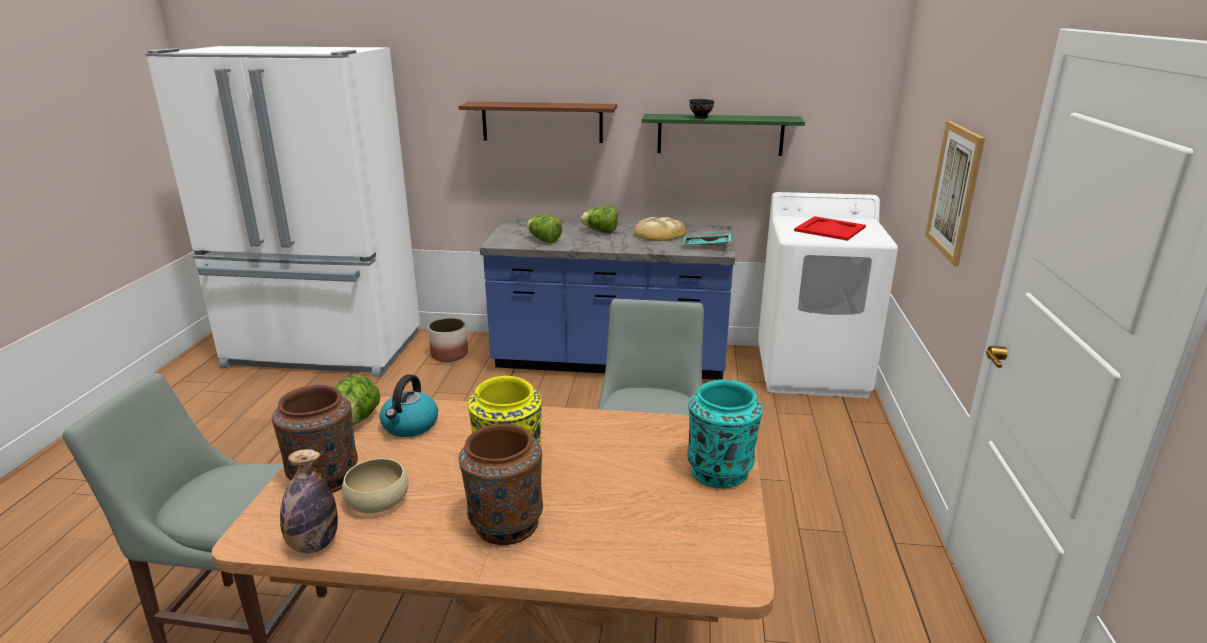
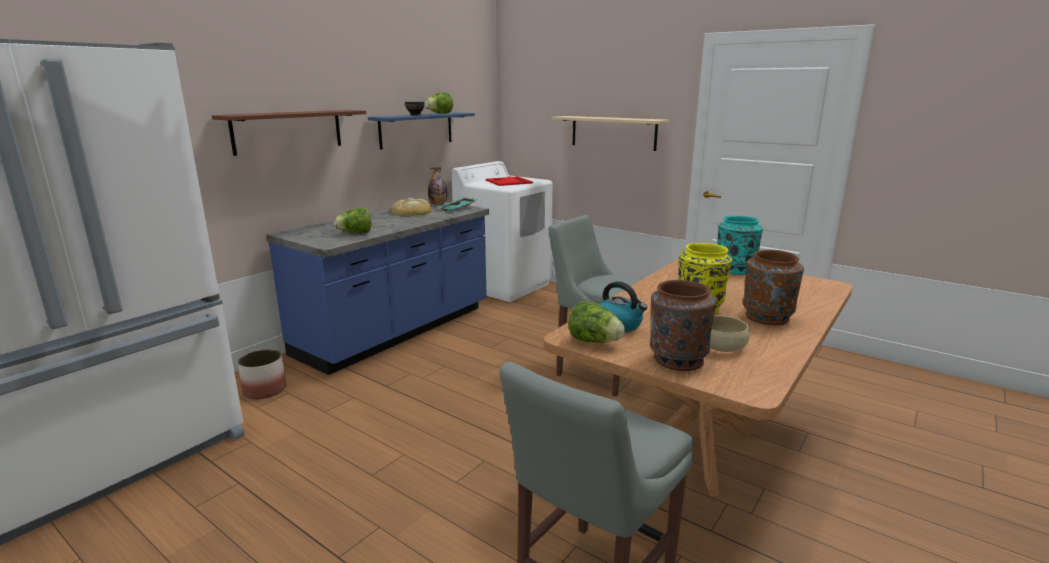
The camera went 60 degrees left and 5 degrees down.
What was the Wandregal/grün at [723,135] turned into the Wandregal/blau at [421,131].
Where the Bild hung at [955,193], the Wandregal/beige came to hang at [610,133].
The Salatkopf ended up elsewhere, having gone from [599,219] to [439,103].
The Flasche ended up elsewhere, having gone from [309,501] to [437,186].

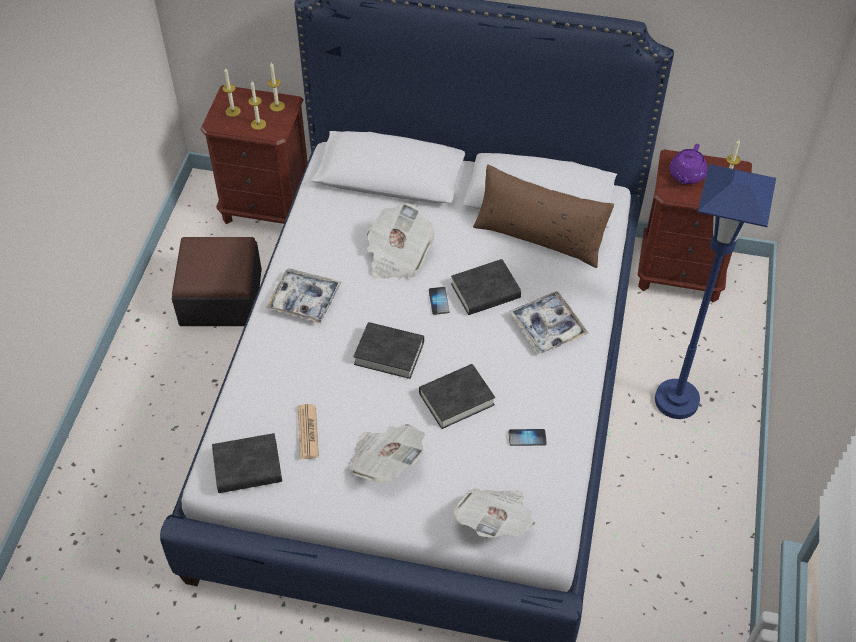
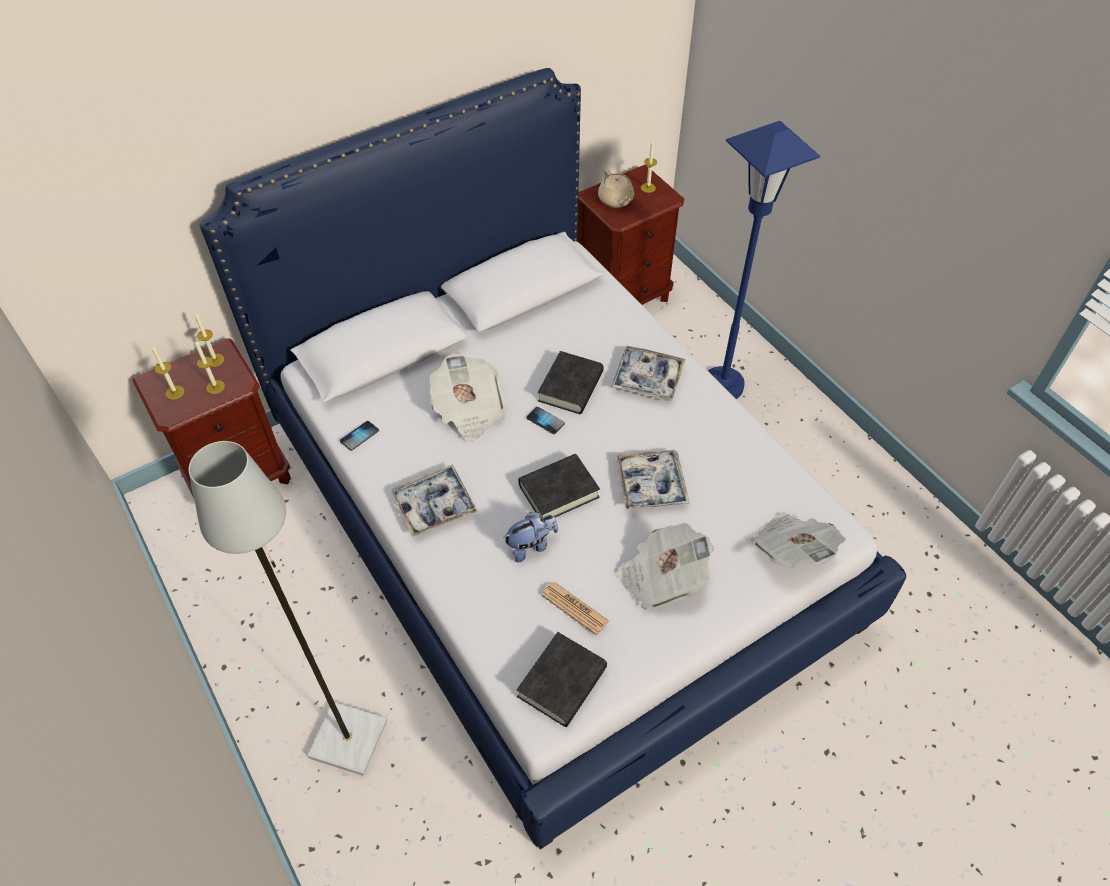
The camera went 45 degrees left and 0 degrees up.
What was the Teekanne/lila at [688,164] turned into the Teekanne/beige at [616,188].
The second view lost the Kissen/braun at [543,216].
The second view lost the Polsterhocker at [217,281].
Where the Buch/schwarz stood at [457,396], the Tablett came to stand at [653,479].
The Handy ended up elsewhere, having gone from [527,437] to [359,436].
The second view gained the Stehlampe/grau at [288,608].
The second view gained the Plüschtier at [530,537].

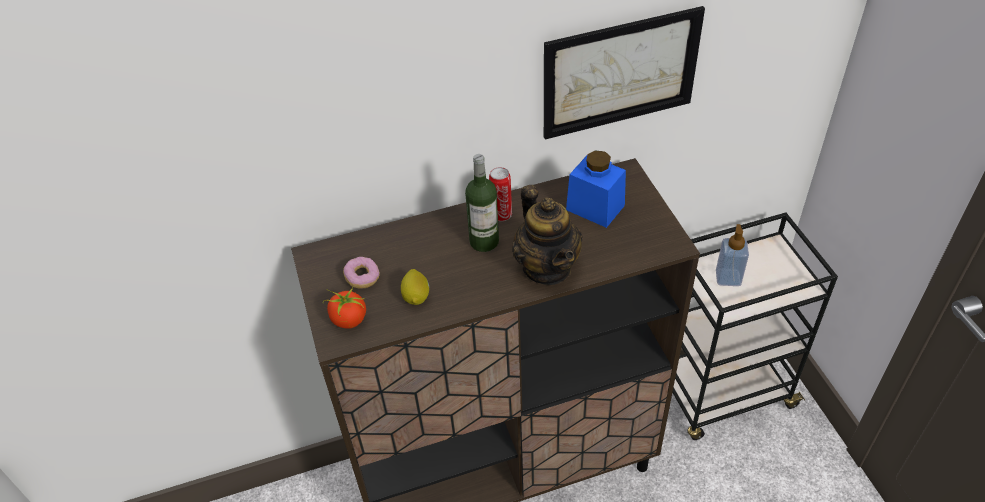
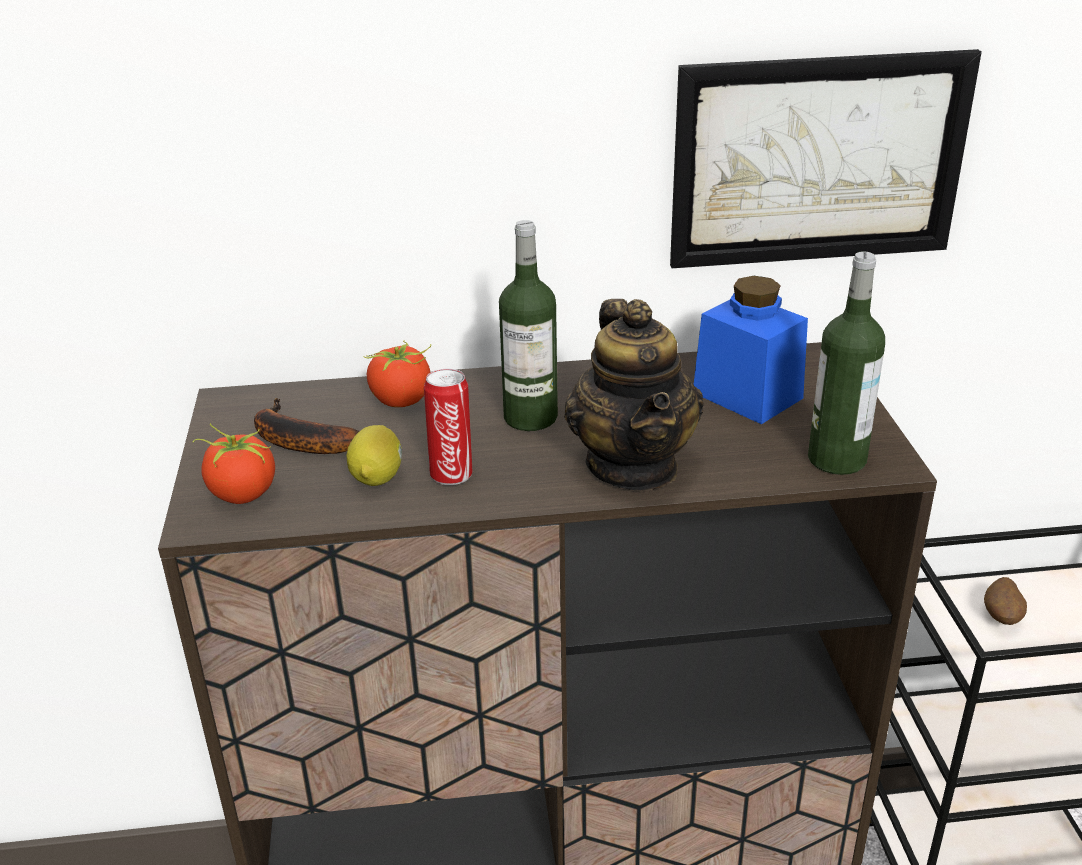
The camera went 10 degrees right and 15 degrees down.
The Dose ended up elsewhere, having gone from [500,194] to [448,427].
Where the Seifenspender stood at [732,255], the Kartoffel came to stand at [1005,601].
Where the Donut stood at [361,273], the Banane came to stand at [306,426].
The second view gained the Flasche at [846,363].
The second view gained the Tomate at [397,373].

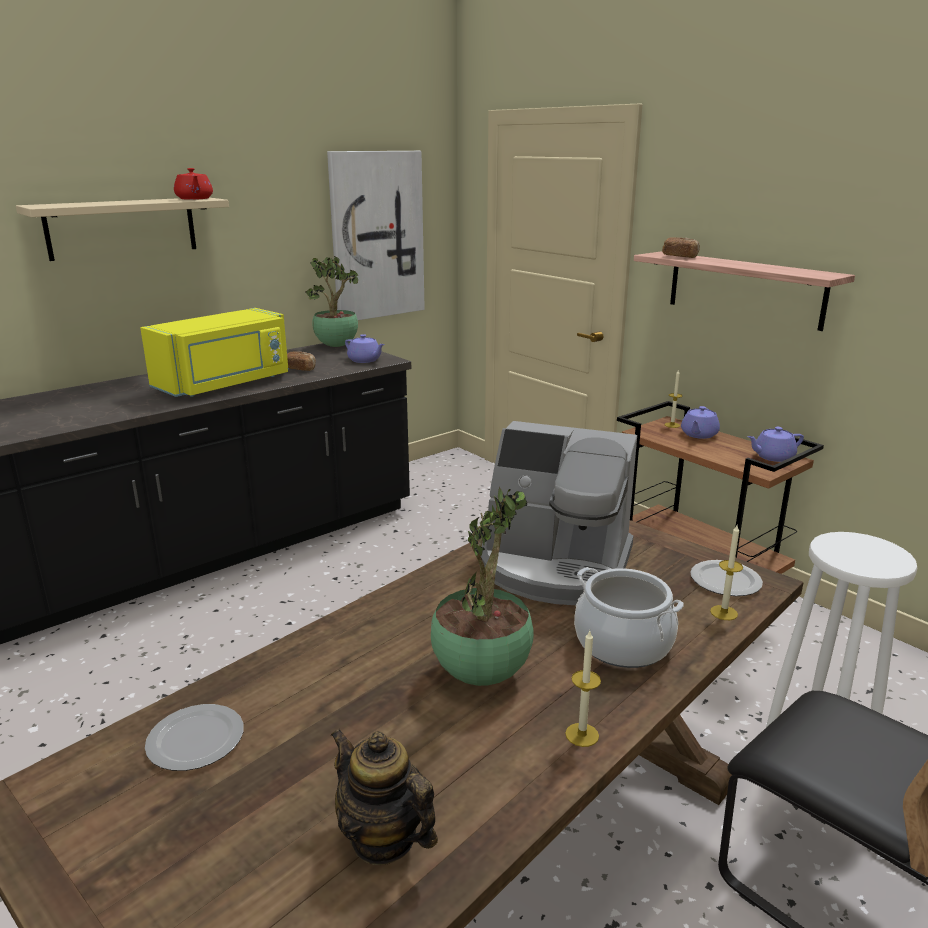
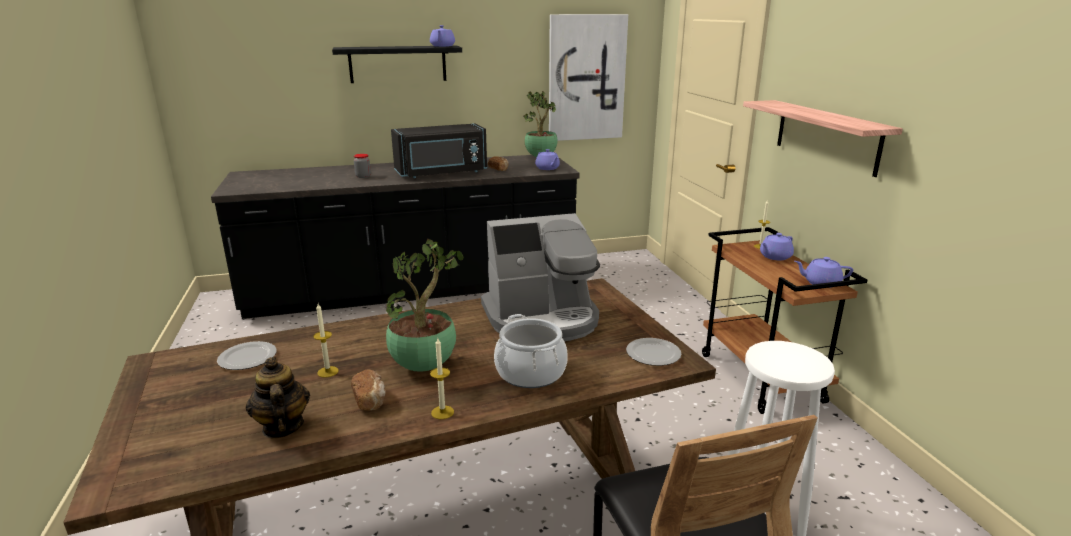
The camera went 25 degrees right and 0 degrees up.
What was the Teekanne/rot at [193,184] turned into the Teekanne/lila at [442,36].
What was the Wandregal/beige at [122,229] turned into the Wandregal/schwarz at [397,64].
The Brot ended up elsewhere, having gone from [681,248] to [368,389].
What was the Mikrowelle/gelb at [214,352] turned into the Mikrowelle/schwarz at [439,150].
The Kaffeemaschine at [557,513] ended up facing another way, 60 degrees counterclockwise from before.
The Kerze ended up elsewhere, having gone from [726,572] to [326,341].
The second view gained the Vorratsglas at [362,166].

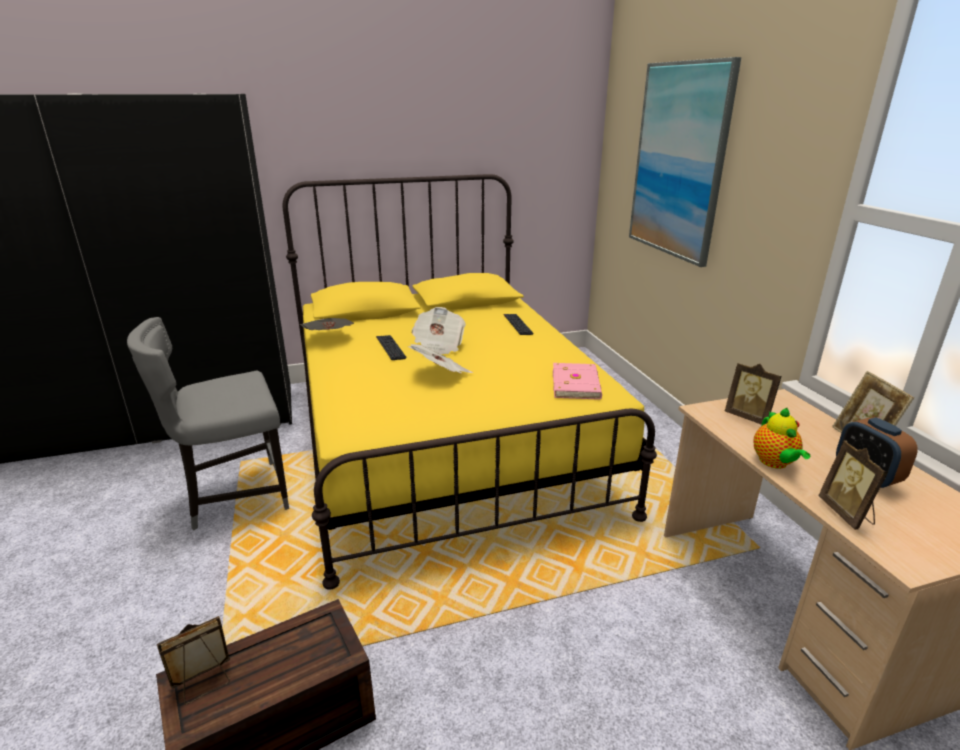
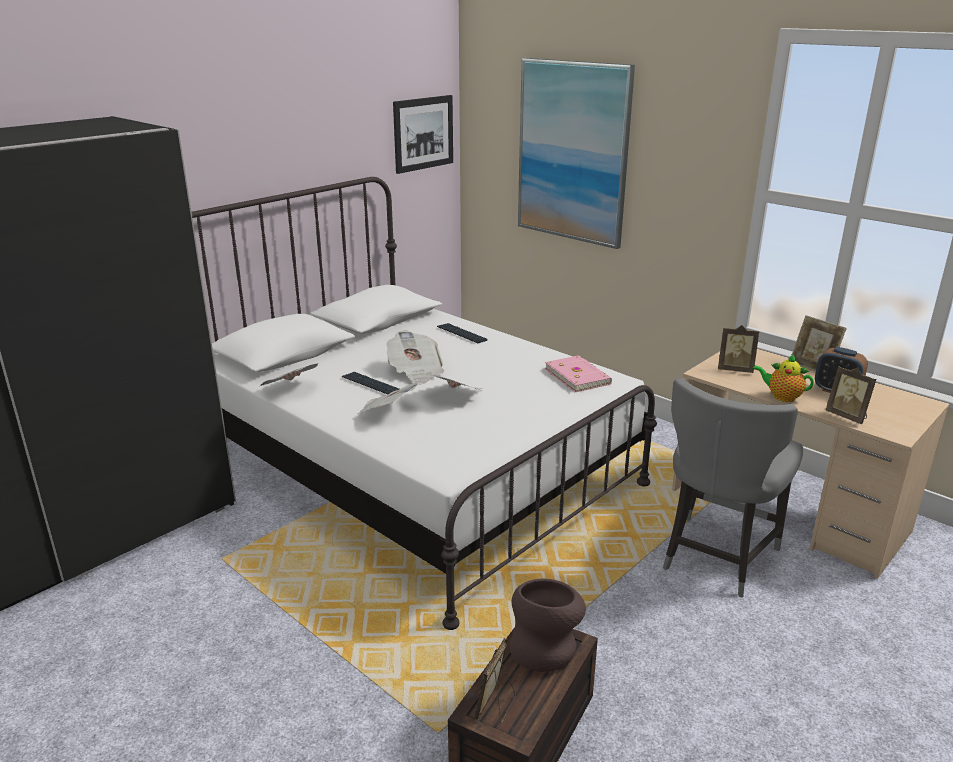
The camera went 30 degrees left and 0 degrees up.
What was the Bett/gelb at [469,382] turned into the Bett/weiß at [424,403].
The Stuhl/grau ended up elsewhere, having gone from [208,424] to [733,488].
The Teekanne at [781,438] ended up facing another way, 150 degrees clockwise from before.
The second view gained the Bild at [423,134].
The second view gained the Zeitung at [387,397].
The second view gained the Vase/braun at [548,625].

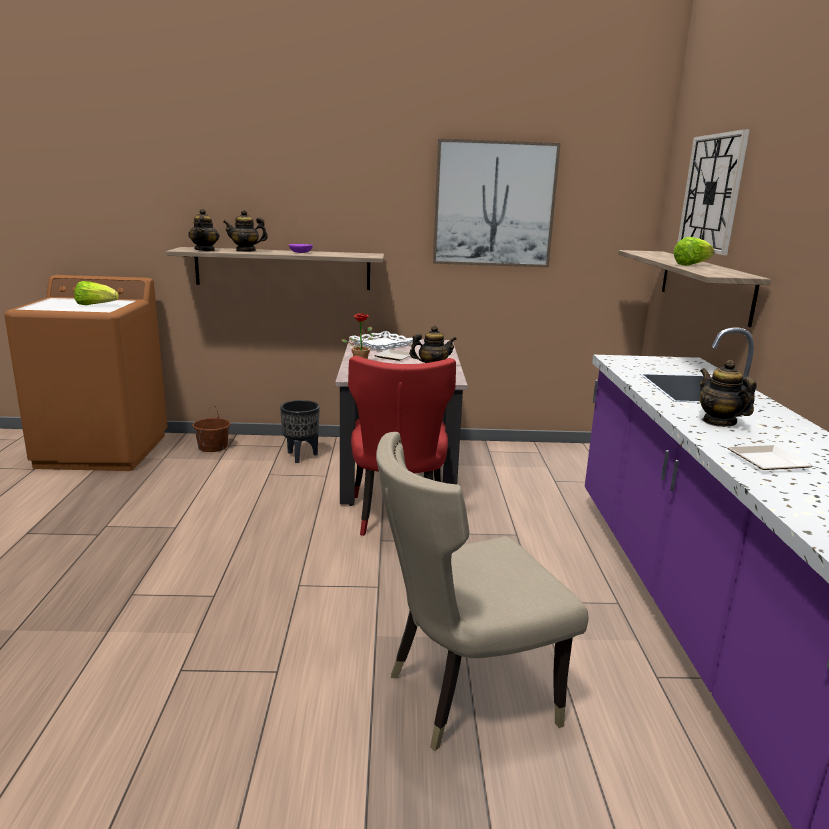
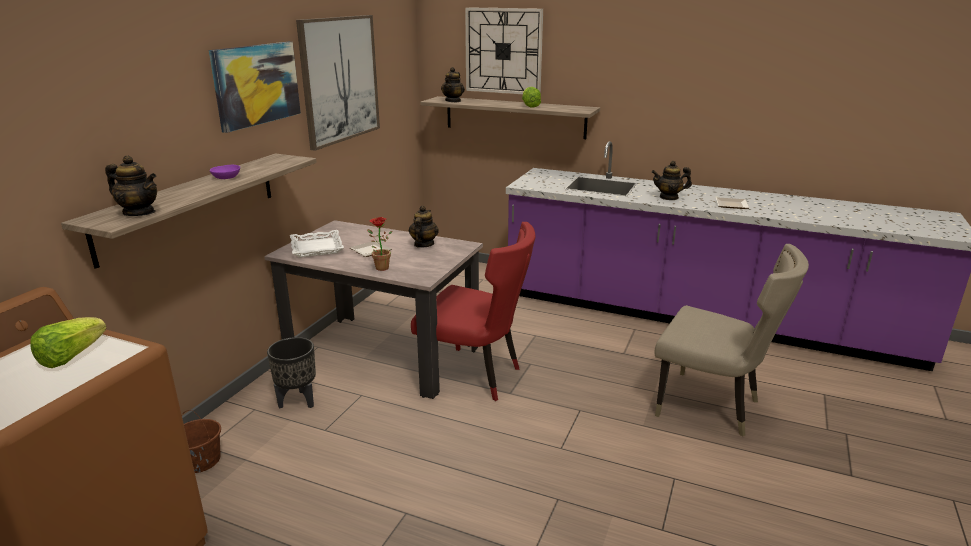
The camera went 65 degrees left and 5 degrees up.
The Teekanne ended up elsewhere, having gone from [245,231] to [453,84].
The Stuhl/beige at [482,591] ended up facing another way, 60 degrees counterclockwise from before.
The second view gained the Bild at [255,87].

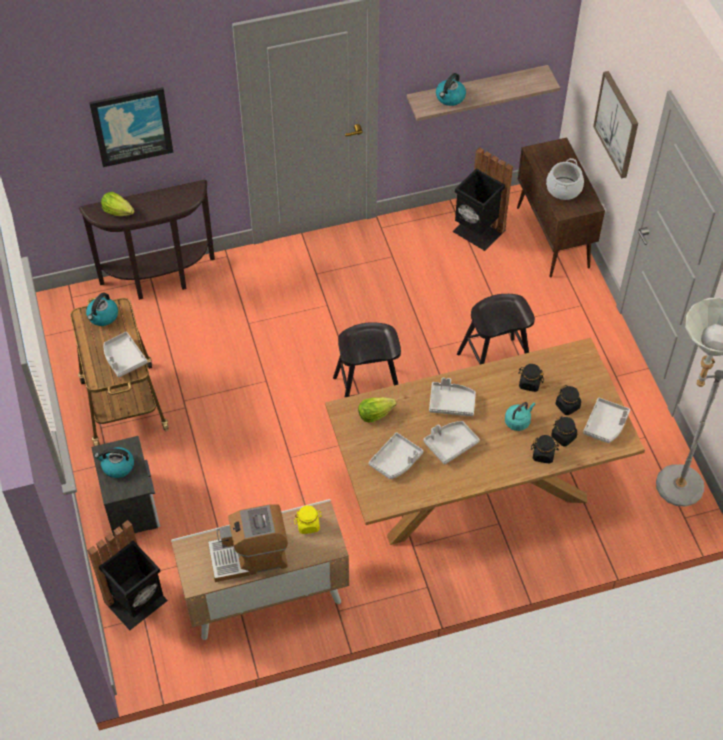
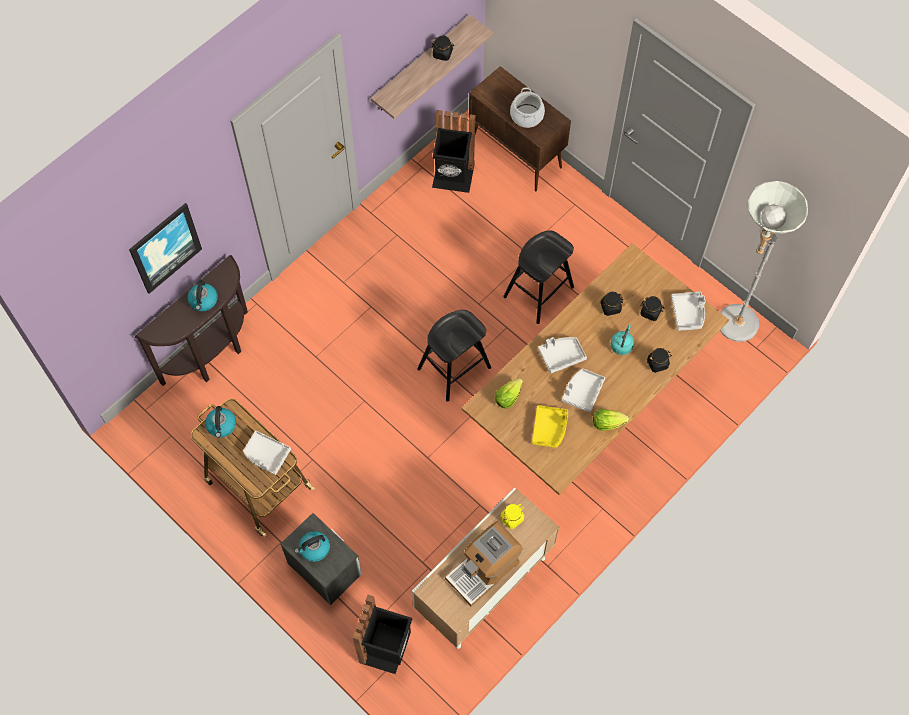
The camera went 30 degrees left and 10 degrees up.
The second view lost the Bild at [615,124].
The Wasserkessel ended up elsewhere, having gone from [451,89] to [203,295].
The Salatkopf ended up elsewhere, having gone from [117,204] to [611,420].
The Vorratsglas/schwarz ended up elsewhere, having gone from [564,431] to [443,48].
What was the Tablett/grau at [396,455] turned into the Tablett/gelb at [550,426].

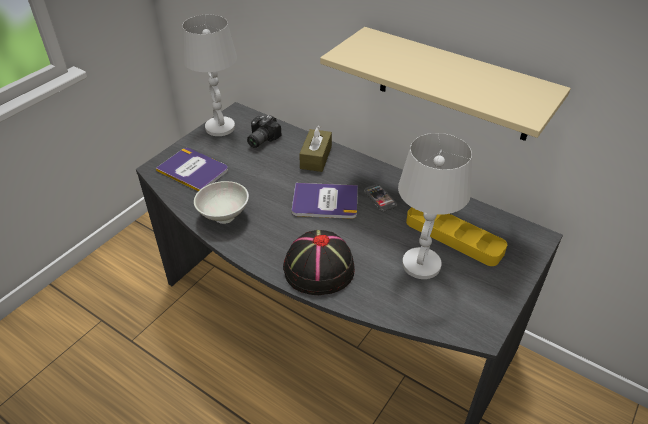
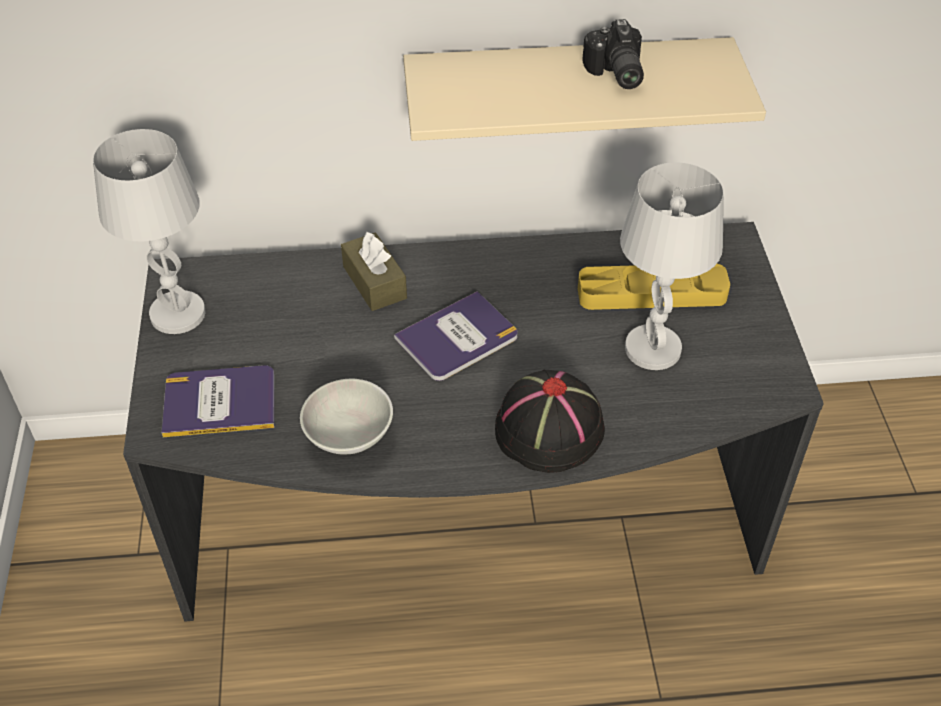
The camera went 40 degrees left and 5 degrees up.
The Kamera ended up elsewhere, having gone from [264,131] to [613,54].
The second view lost the Handy at [380,198].

